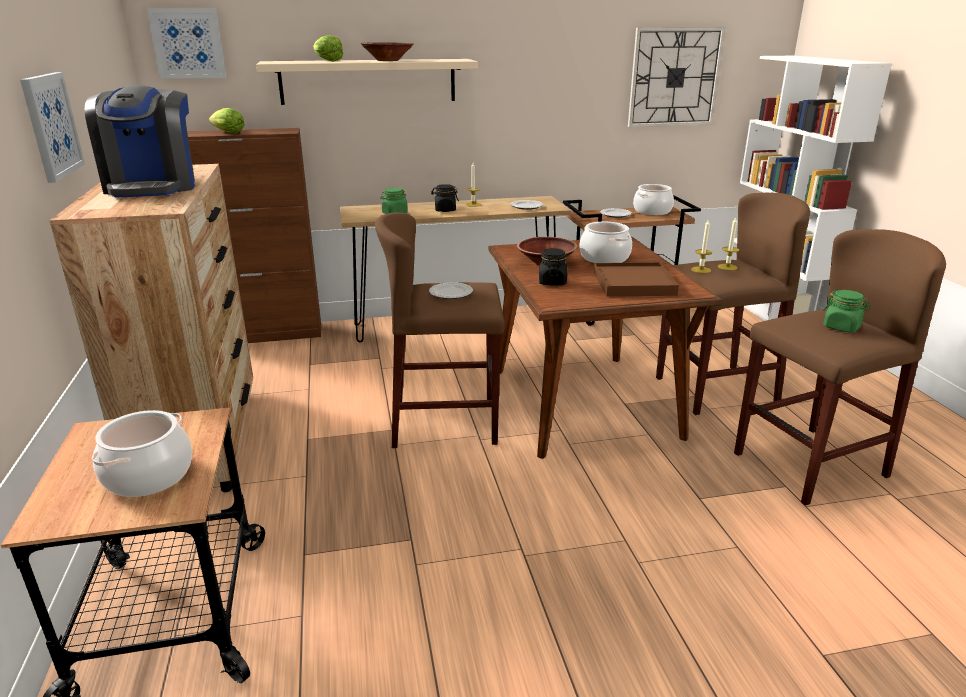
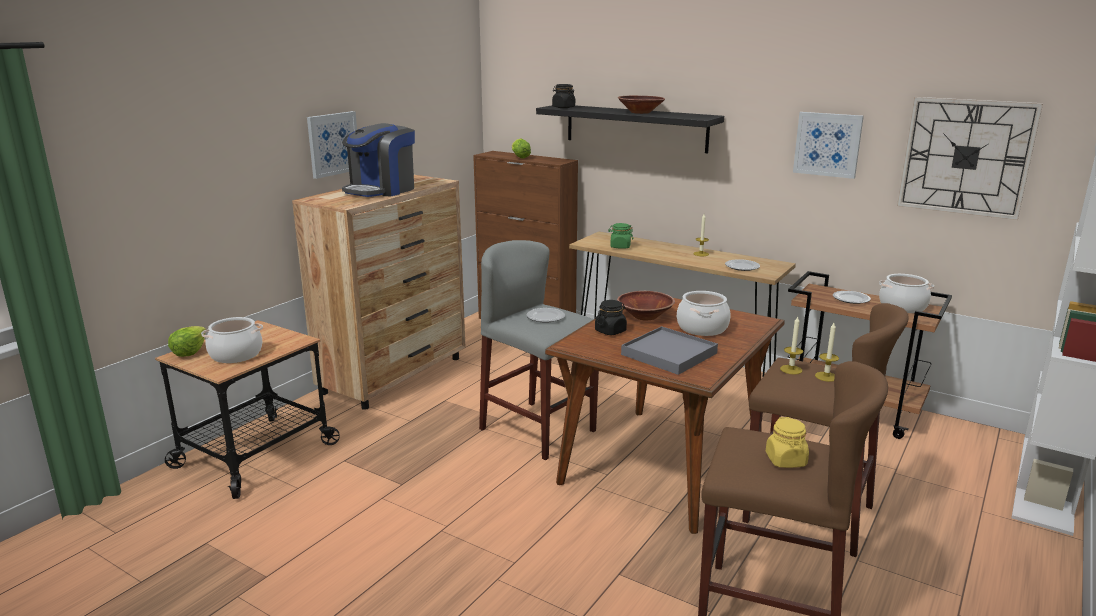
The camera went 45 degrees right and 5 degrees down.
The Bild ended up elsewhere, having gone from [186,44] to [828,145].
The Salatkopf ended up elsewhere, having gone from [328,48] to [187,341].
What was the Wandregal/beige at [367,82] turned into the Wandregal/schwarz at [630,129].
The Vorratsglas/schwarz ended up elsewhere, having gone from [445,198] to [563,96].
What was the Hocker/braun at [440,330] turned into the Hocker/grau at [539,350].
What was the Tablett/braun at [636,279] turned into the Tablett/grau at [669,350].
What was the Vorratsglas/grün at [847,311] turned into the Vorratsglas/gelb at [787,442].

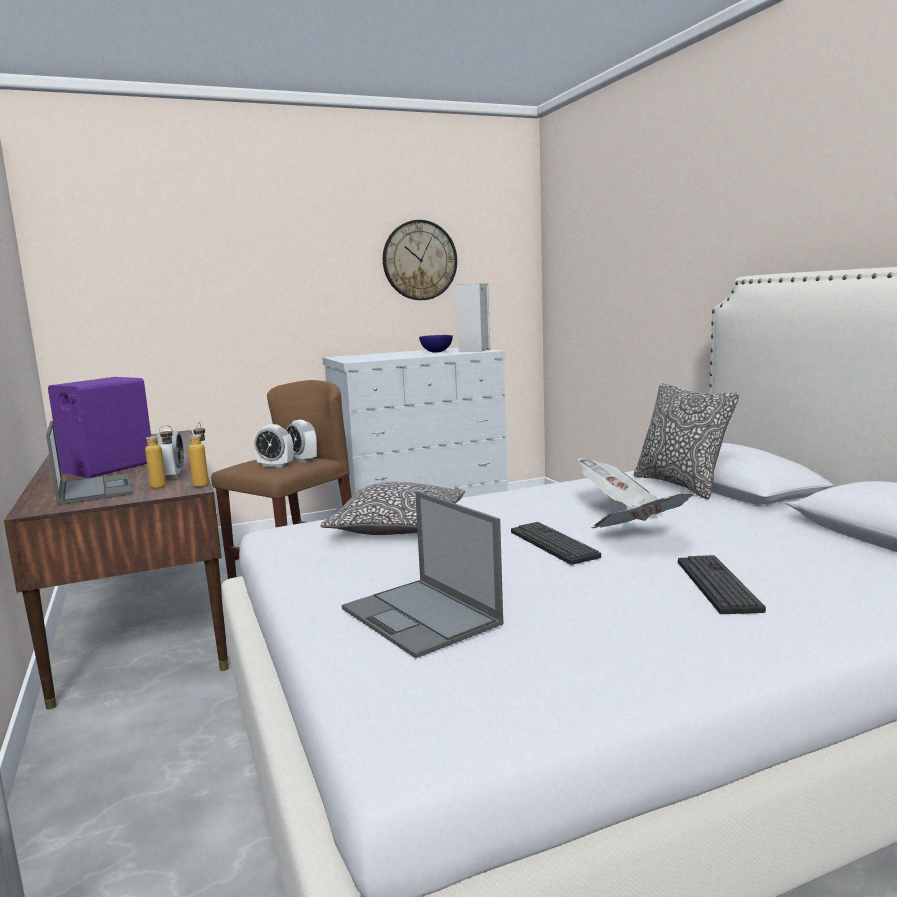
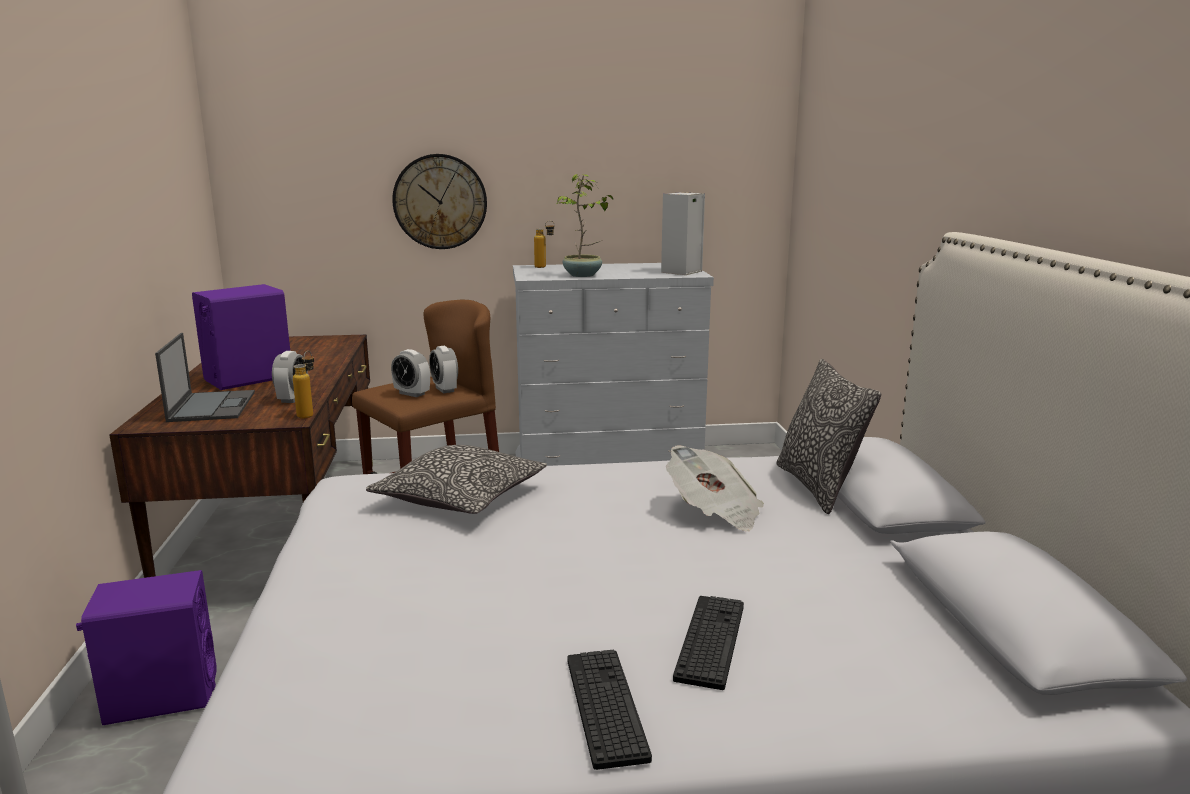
The camera went 15 degrees right and 5 degrees up.
The Wanduhr ended up elsewhere, having gone from [420,260] to [439,201].
The second view lost the Schüssel/blau at [436,344].
The Flasche ended up elsewhere, having gone from [159,457] to [544,244].
The second view lost the Laptop at [422,574].
The second view lost the Zeitung at [642,510].
The Tastatur ended up elsewhere, having gone from [556,543] to [610,710].
The second view gained the Topfpflanze at [584,225].
The second view gained the Lautsprecher/lila at [146,647].

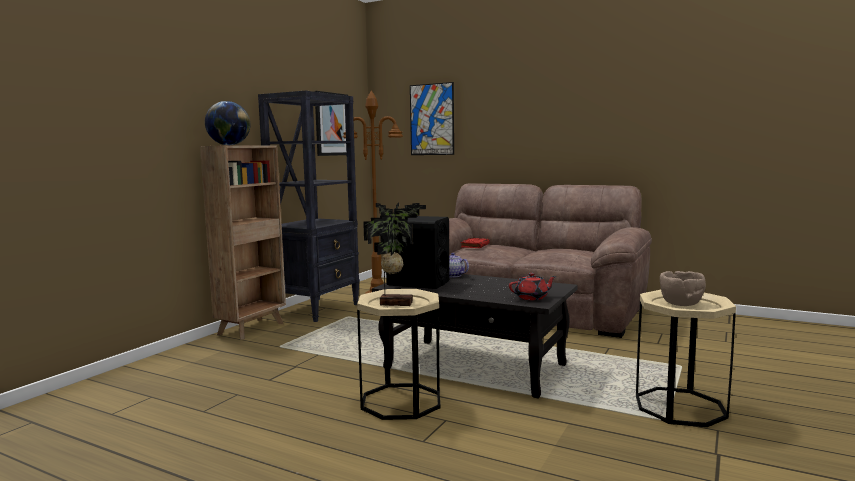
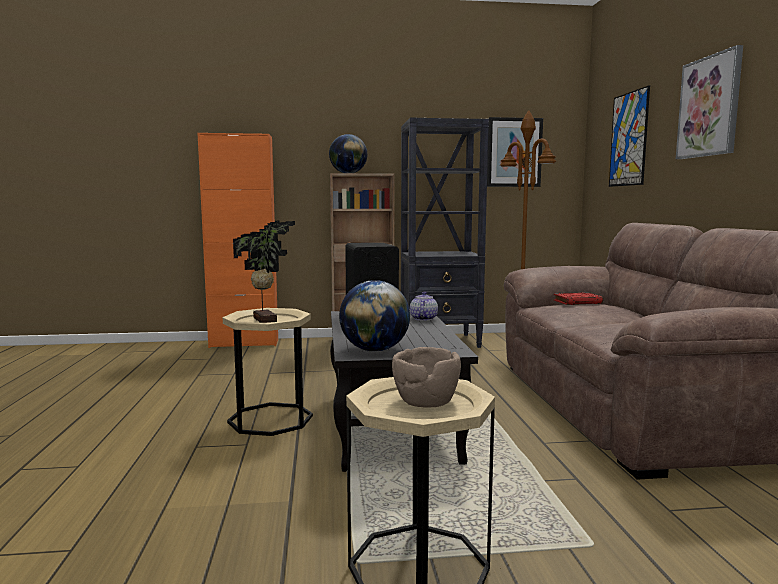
The camera went 55 degrees right and 0 degrees up.
Where the Teekanne/rot stood at [532,286], the Globus came to stand at [374,316].
The second view gained the Bild at [709,102].
The second view gained the Schrank/orange at [237,240].

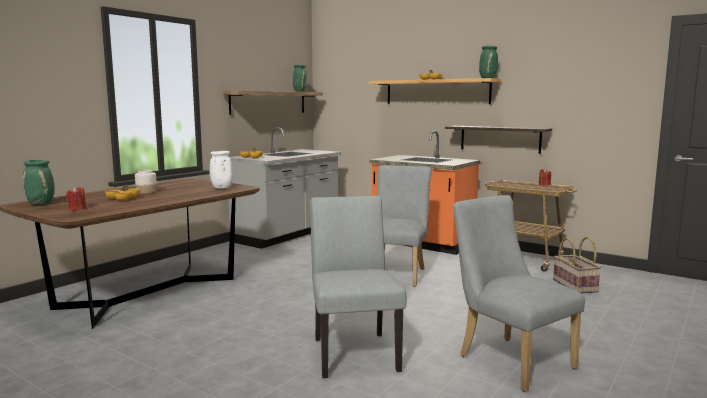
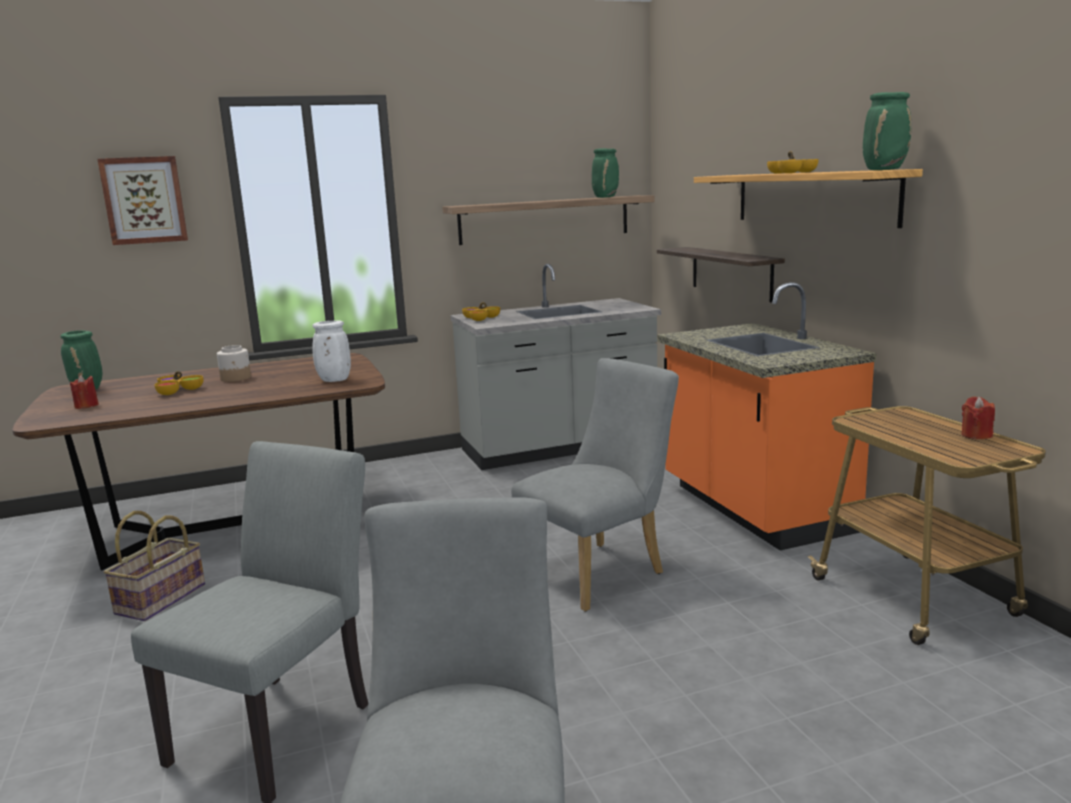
The camera went 35 degrees right and 5 degrees up.
The Wandregal ended up elsewhere, having gone from [498,140] to [721,275].
The Korb ended up elsewhere, having gone from [577,264] to [154,566].
The second view gained the Bild at [142,200].

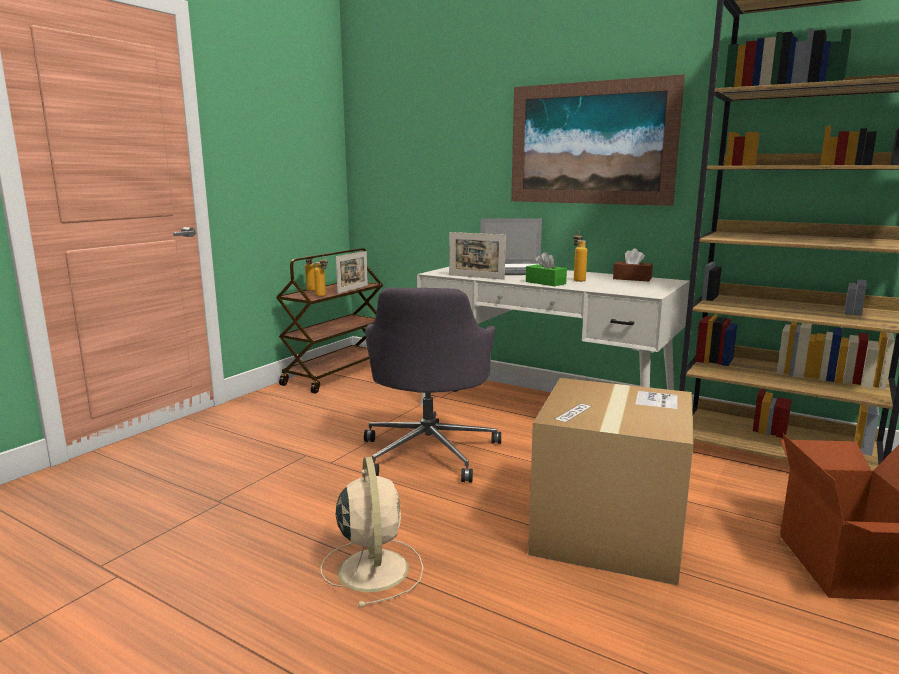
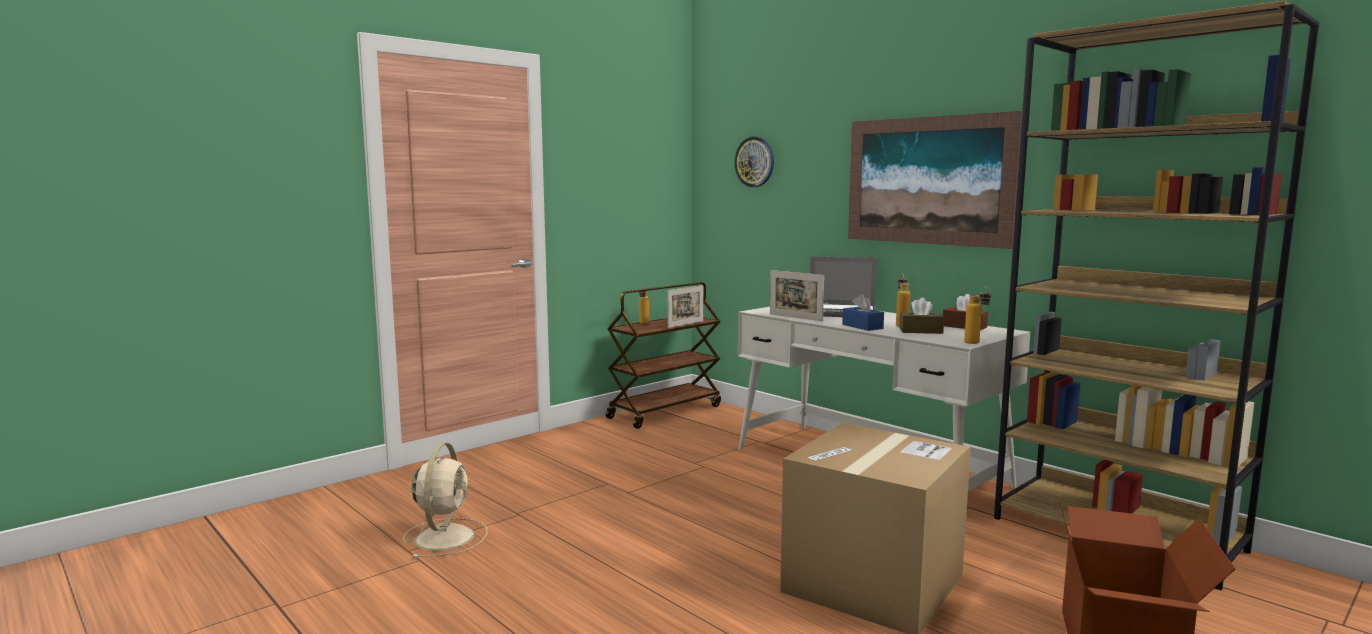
The camera went 15 degrees right and 5 degrees down.
What was the Taschentuchbox/grün at [546,269] turned into the Taschentuchbox/blau at [863,312].
The Flasche ended up elsewhere, having gone from [321,276] to [977,315].
The second view lost the Bürostuhl/grau at [432,385].
The Ventilator/beige ended up elsewhere, having gone from [372,532] to [445,500].
The second view gained the Wanduhr at [754,162].
The second view gained the Taschentuchbox/braun at [921,315].

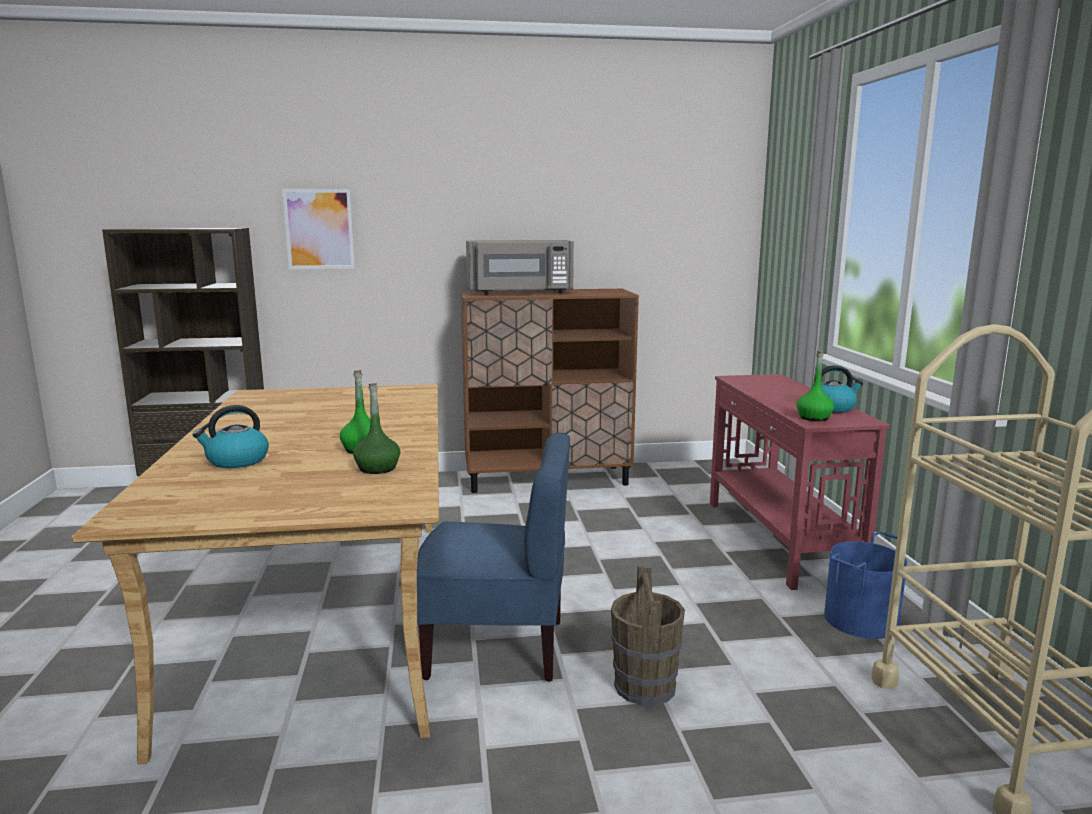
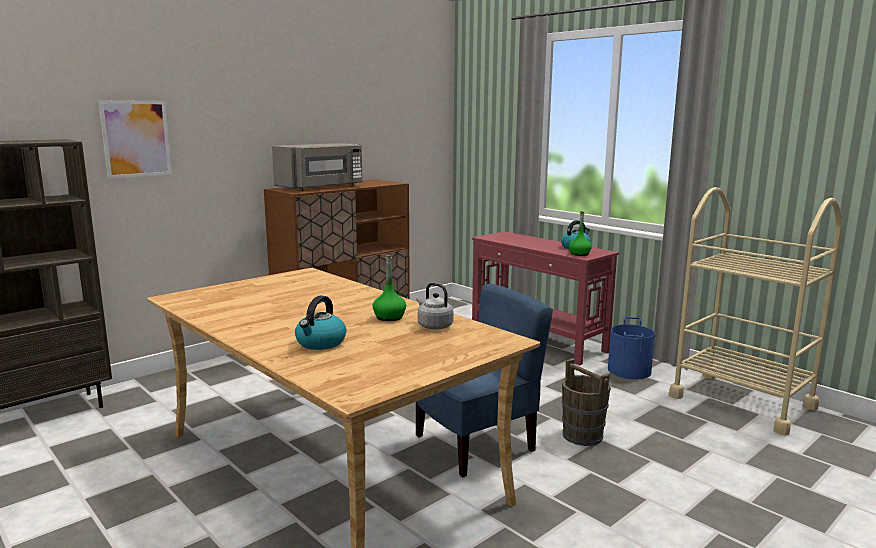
The camera went 35 degrees left and 0 degrees up.
Where the Flasche/grün stood at [376,428], the Wasserkessel/grau came to stand at [435,306].

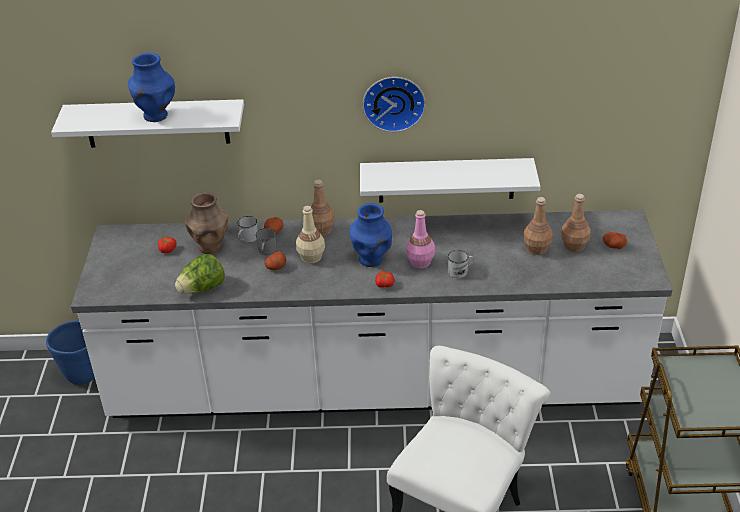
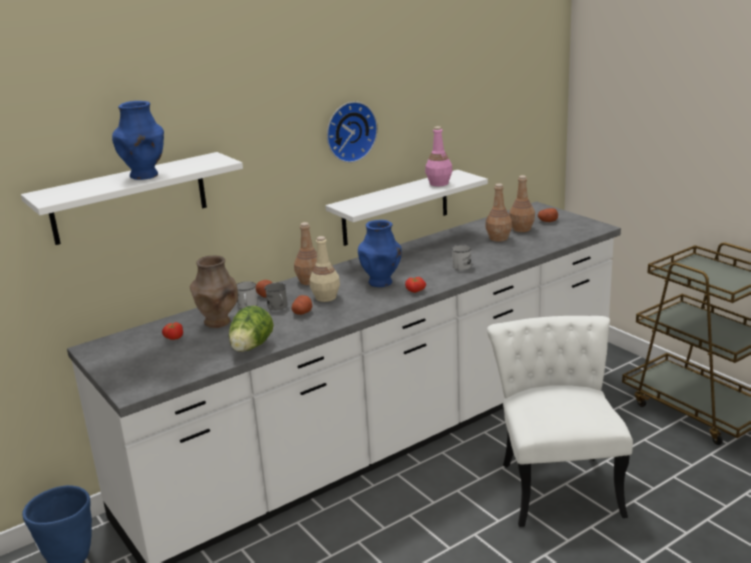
The camera went 35 degrees left and 15 degrees down.
The Flasche/rosa ended up elsewhere, having gone from [420,239] to [438,156].

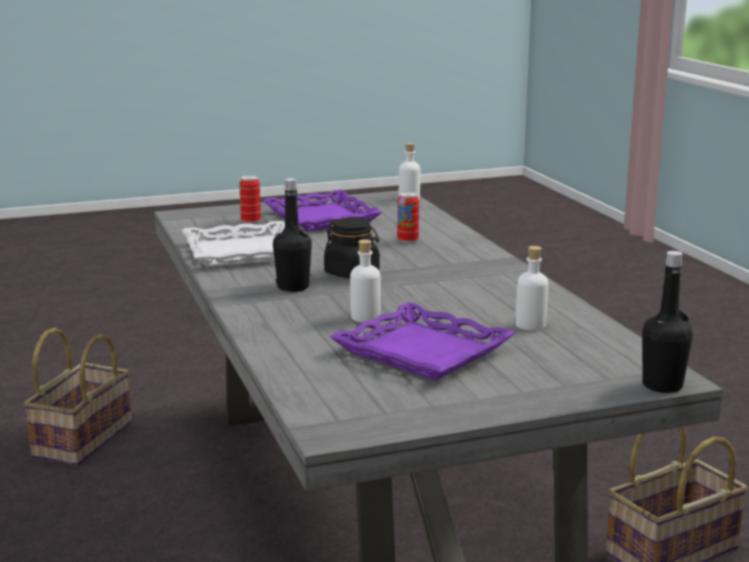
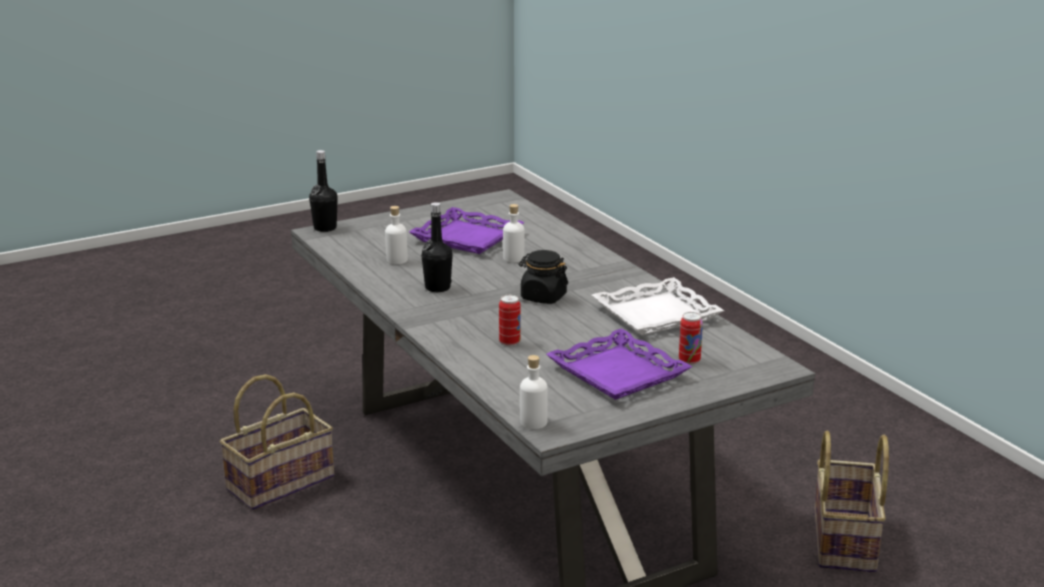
The camera went 170 degrees right and 5 degrees up.
The Flasche/schwarz ended up elsewhere, having gone from [292,235] to [437,247].

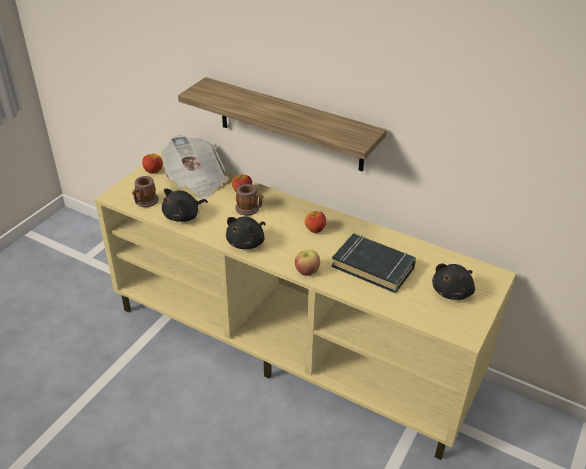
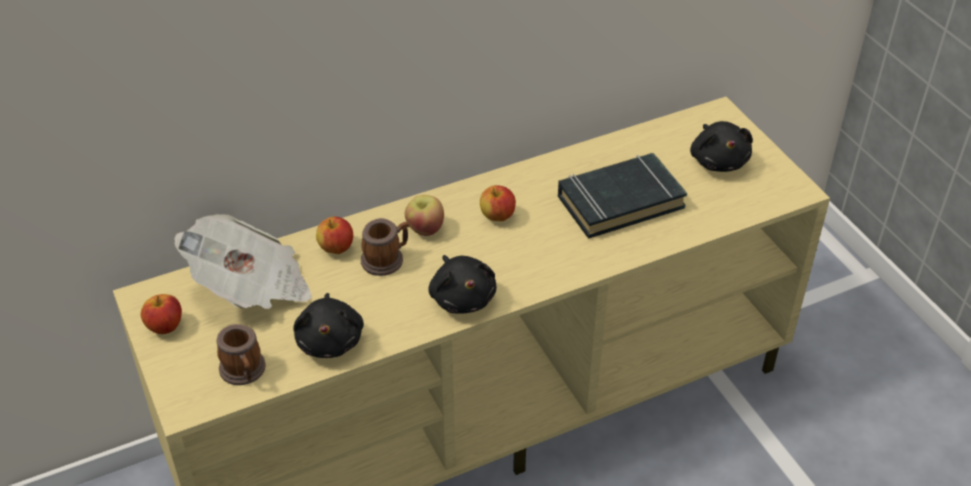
The camera went 55 degrees left and 5 degrees up.
The second view lost the Wandregal at [282,124].
The Apfel ended up elsewhere, having gone from [307,263] to [424,215].

